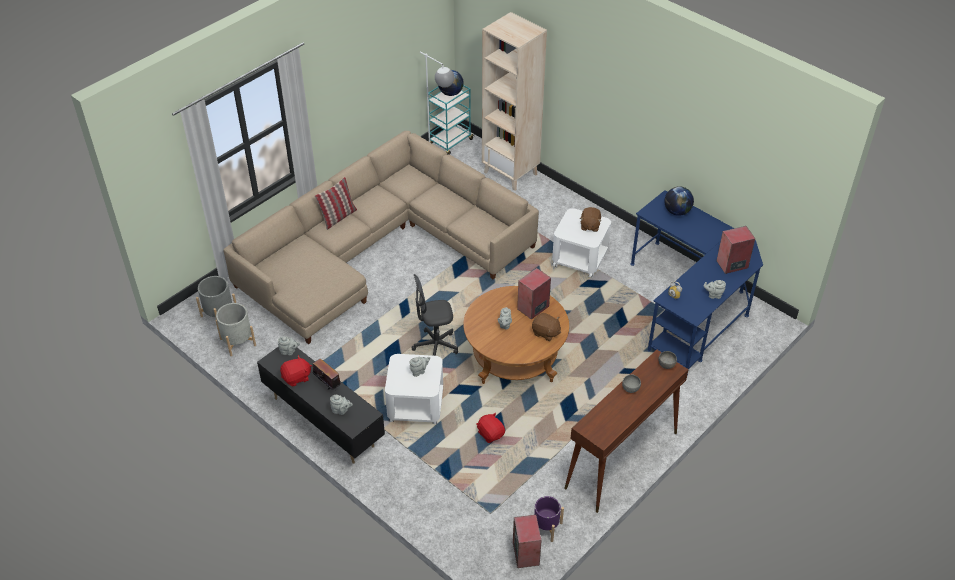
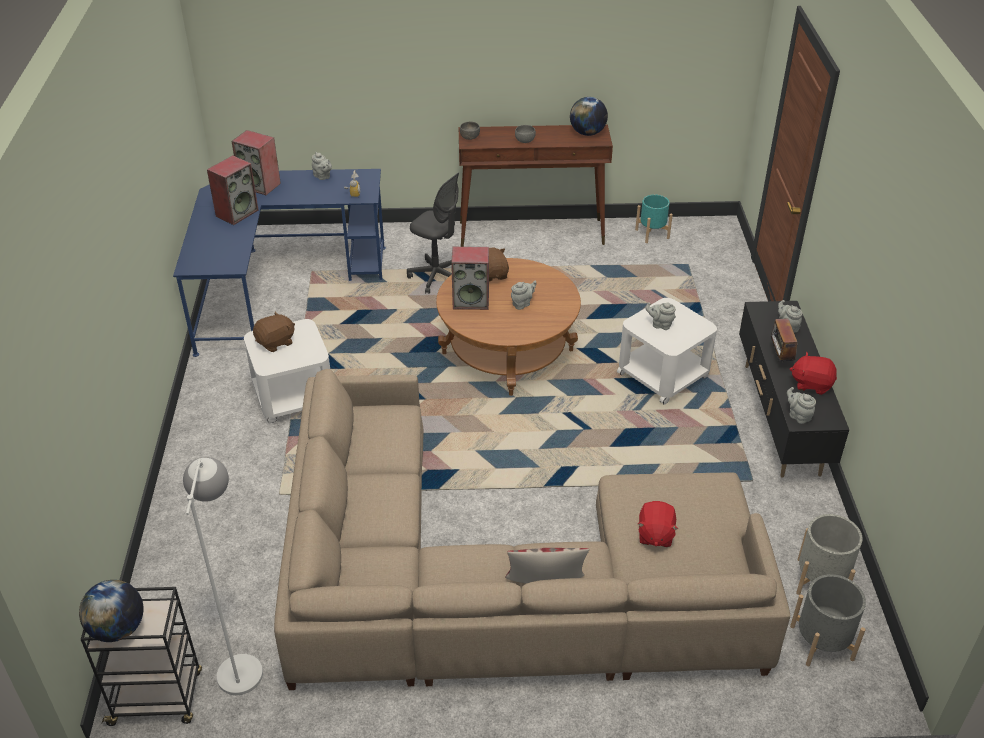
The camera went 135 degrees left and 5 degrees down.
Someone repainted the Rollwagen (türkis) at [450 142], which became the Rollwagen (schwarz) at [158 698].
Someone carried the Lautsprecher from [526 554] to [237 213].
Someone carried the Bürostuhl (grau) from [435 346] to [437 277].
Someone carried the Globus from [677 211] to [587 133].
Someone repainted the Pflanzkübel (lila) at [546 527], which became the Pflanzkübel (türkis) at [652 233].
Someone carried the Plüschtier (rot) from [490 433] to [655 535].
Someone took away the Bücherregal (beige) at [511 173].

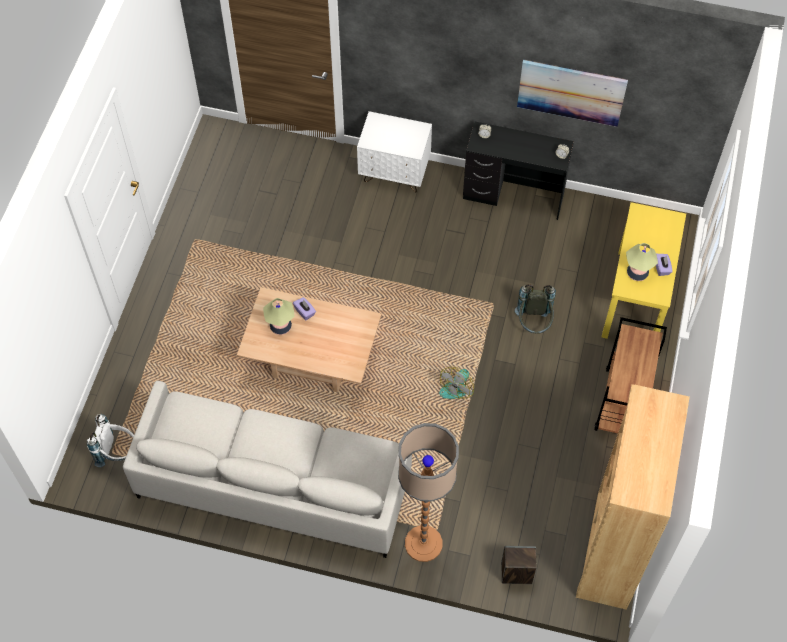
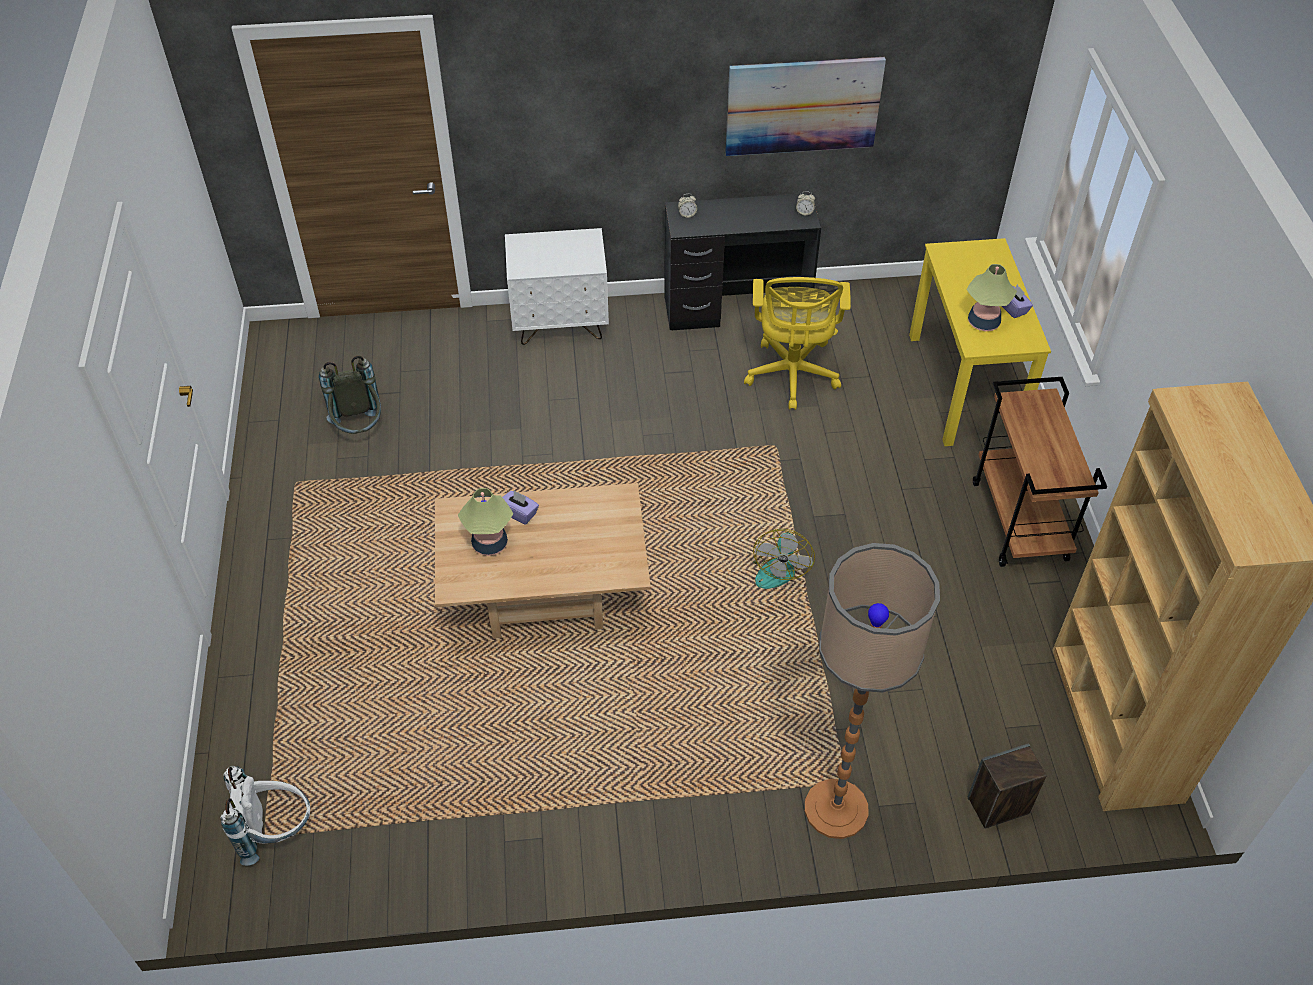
The camera went 20 degrees left and 10 degrees down.
Someone carried the Rucksack (grau) from [534 324] to [359 429].
Someone put down the Bürostuhl (gelb) at [792 376].
Someone took away the Sofa (grau) at [274 484].

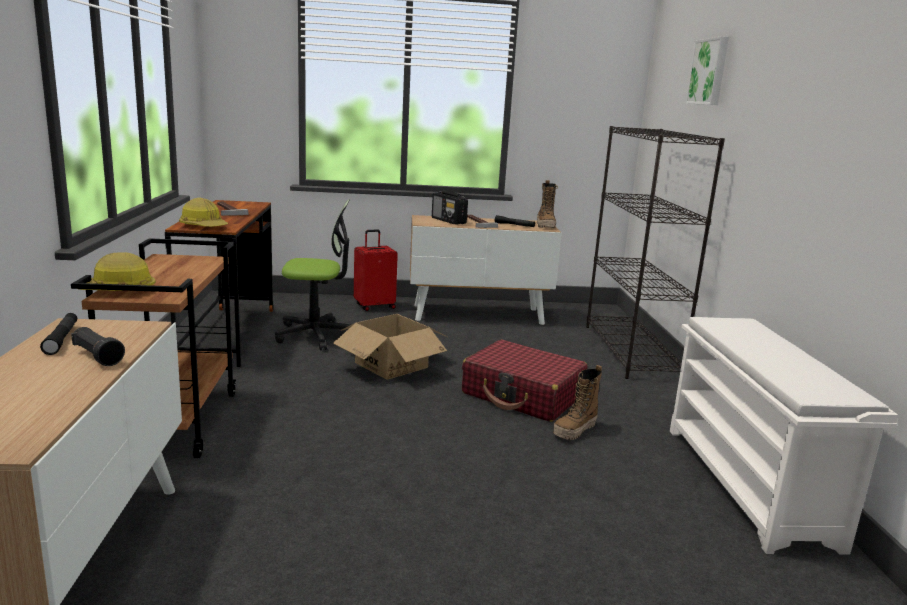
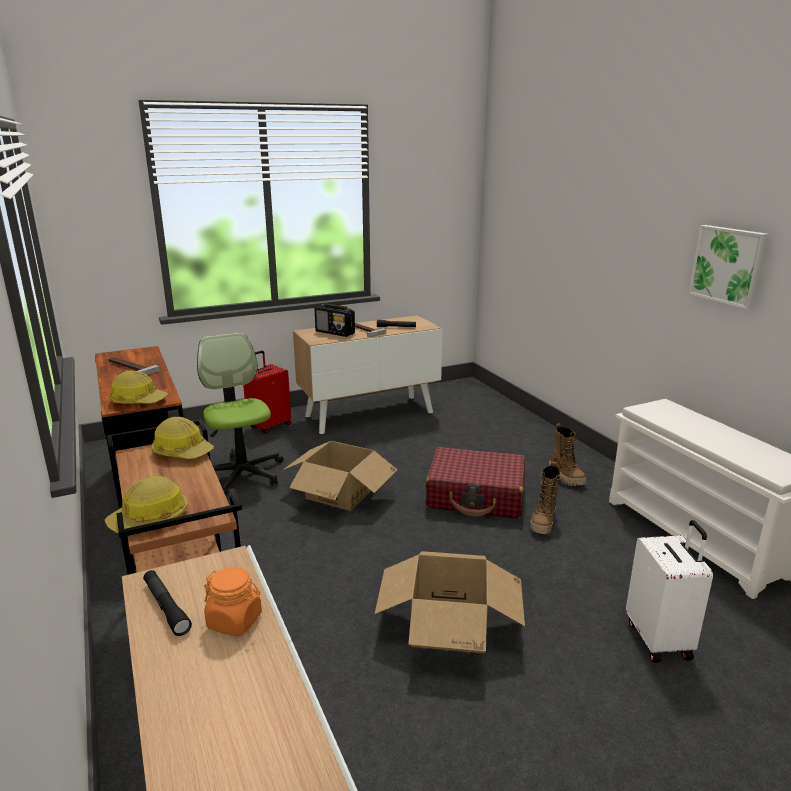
The camera went 20 degrees left and 5 degrees up.
Someone put down the Schutzhelm at [183 451].
Someone rotated the Bürostuhl at [316 335] by 90 degrees counterclockwise.
Someone swapped the Taschenlampe (schwarz) at [97 356] for the Vorratsglas (orange) at [235 621].
Someone put down the Karton at [449 624].
Someone carried the Stiefel from [545 226] to [566 477].
Someone put down the Koffer (weiß) at [660 639].
Someone carried the Bild from [709 72] to [729 265].
Someone took away the Bücherregal (schwarz) at [631 351].

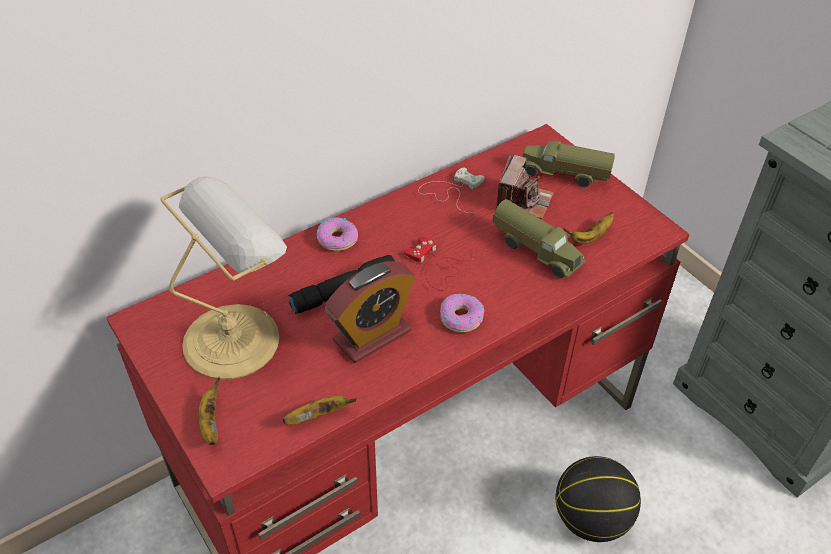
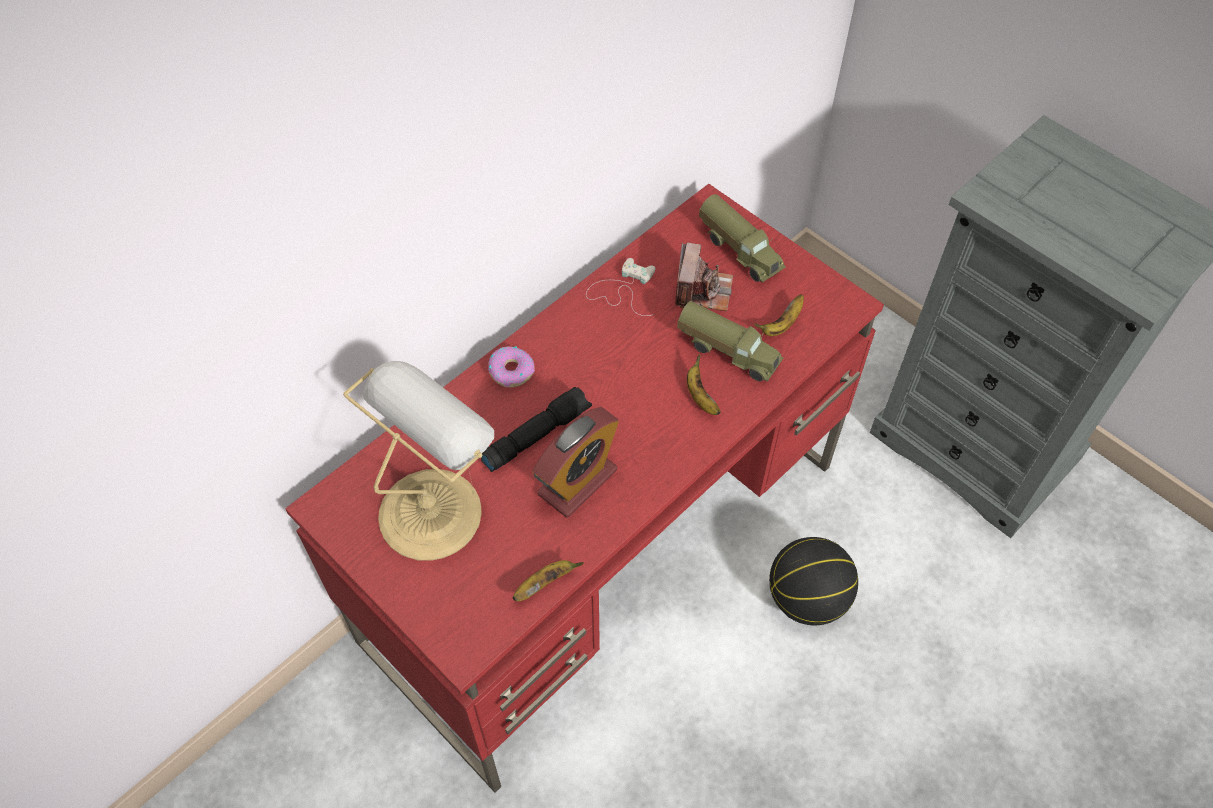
The camera went 10 degrees left and 10 degrees up.
Someone carried the Banane from [210 423] to [700 396].
Someone rotated the Spielzeuglaster at [564 175] by 135 degrees counterclockwise.
Someone took away the Gamepad (rot) at [437 266].
Someone took away the Donut at [461 317].

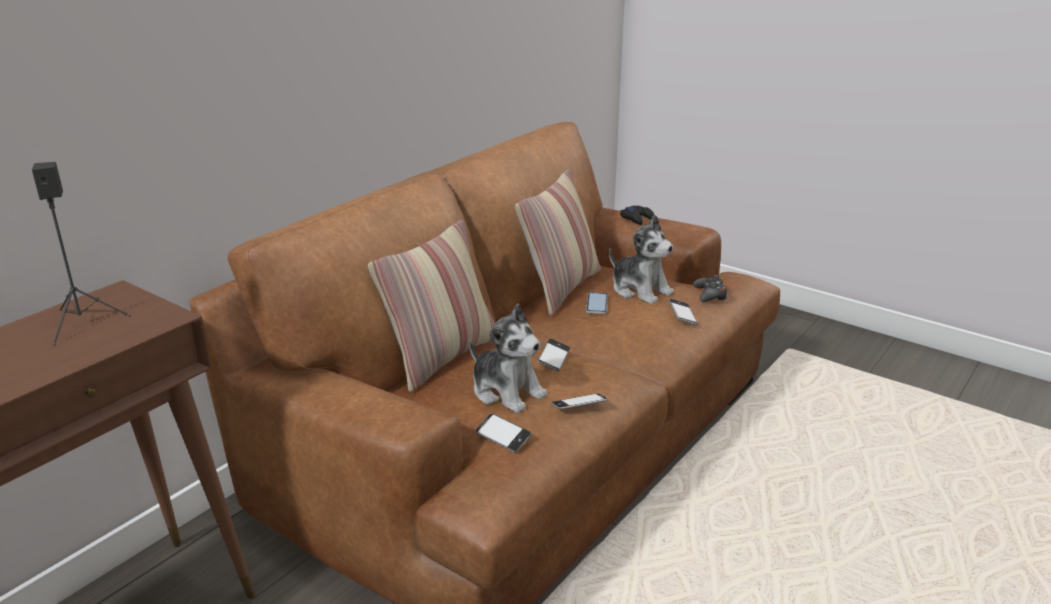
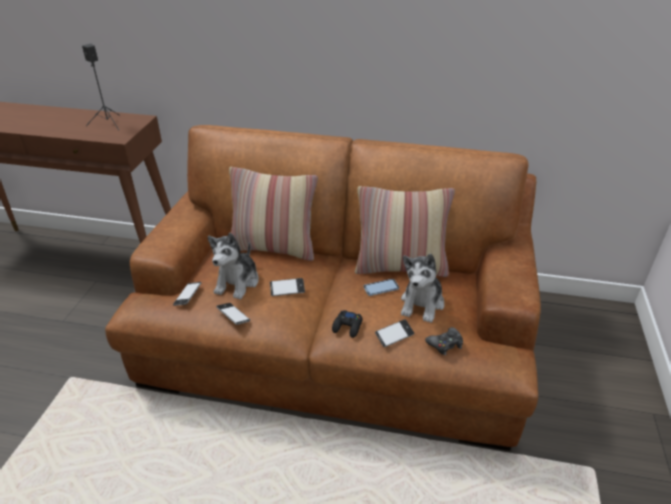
The camera went 65 degrees right and 10 degrees up.
Someone carried the Gamepad (schwarz) from [637 218] to [347 327].

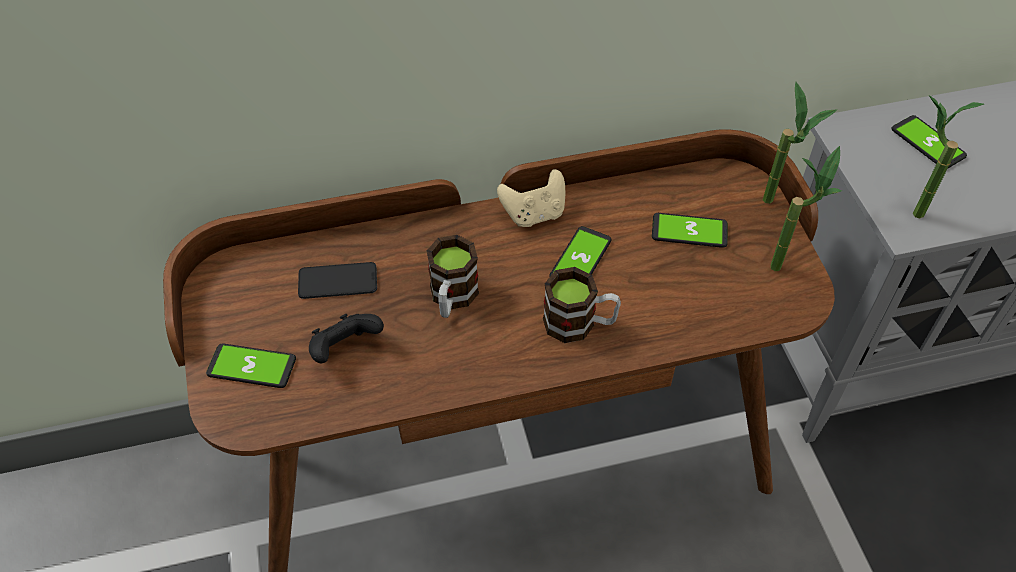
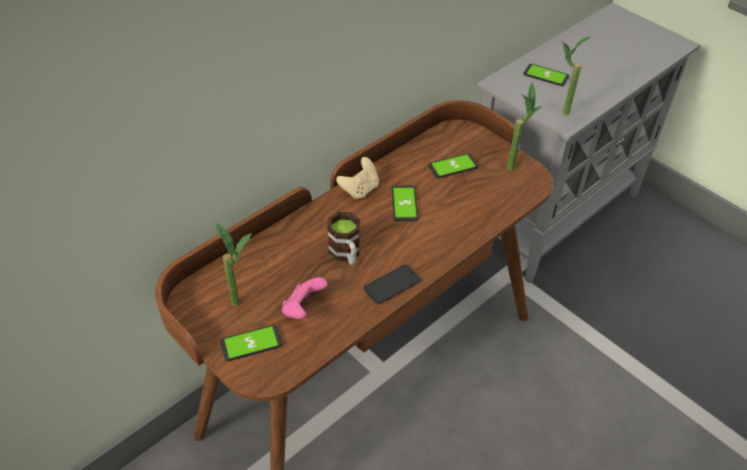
The camera went 30 degrees left and 5 degrees down.
Someone carried the Topfpflanze from [776 206] to [243 305].
Someone repainted the Gamepad (schwarz) at [345 349], which became the Gamepad (rosa) at [303 309].
Someone carried the Handy from [338 281] to [392 285].
Someone took away the Henkelbecher at [579 324].

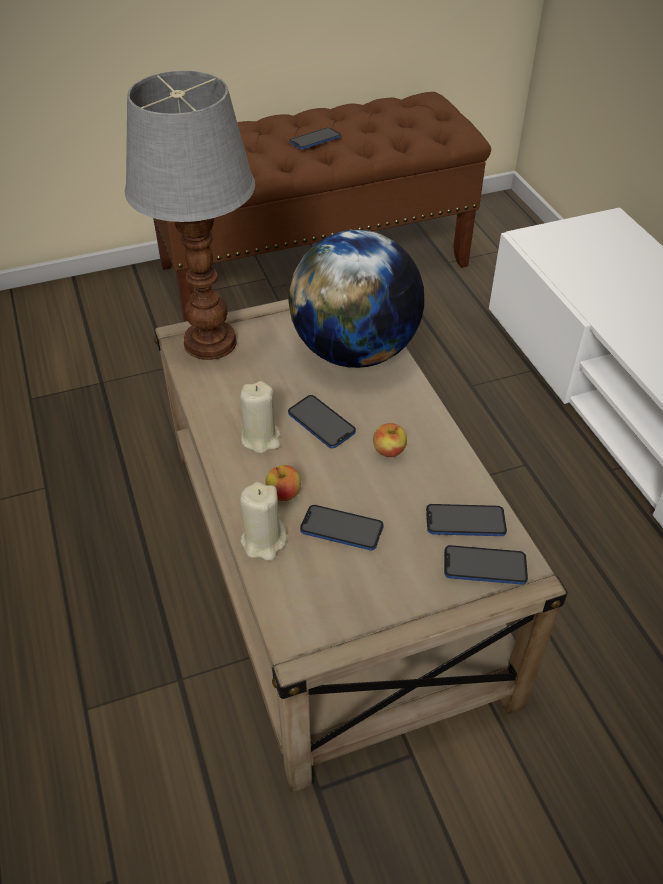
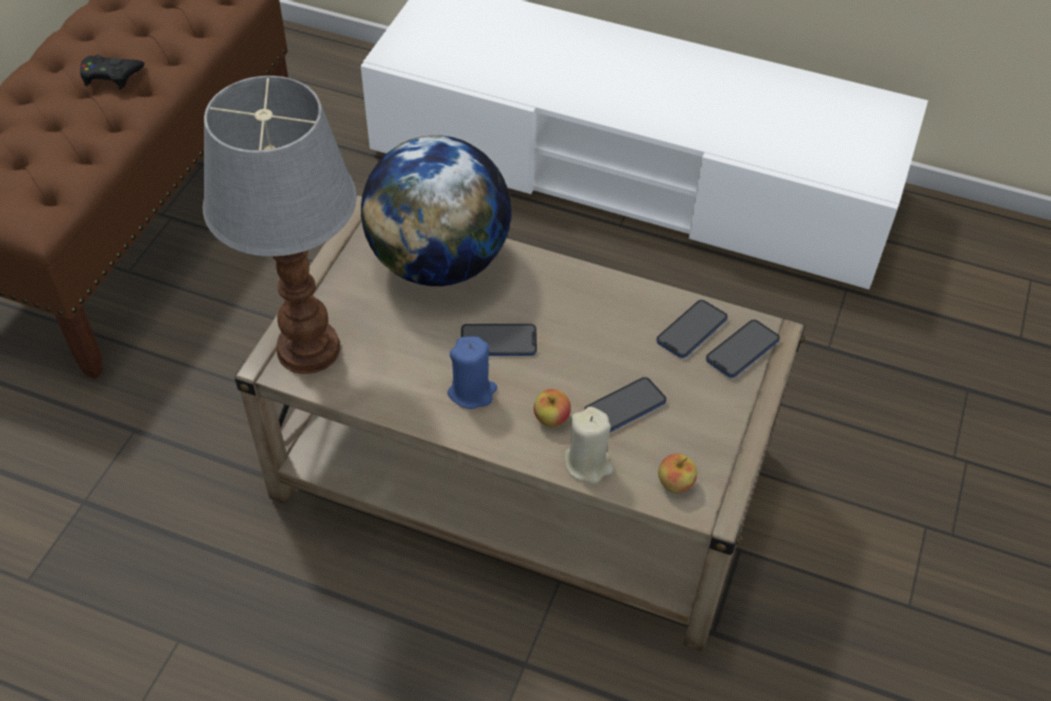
The camera went 50 degrees left and 5 degrees up.
Someone swapped the Handy at [315 140] for the Gamepad (schwarz) at [111 75].
Someone repainted the Kerze (beige) at [261 438], which became the Kerze (blau) at [472 392].
Someone carried the Apfel from [389 451] to [675 483].

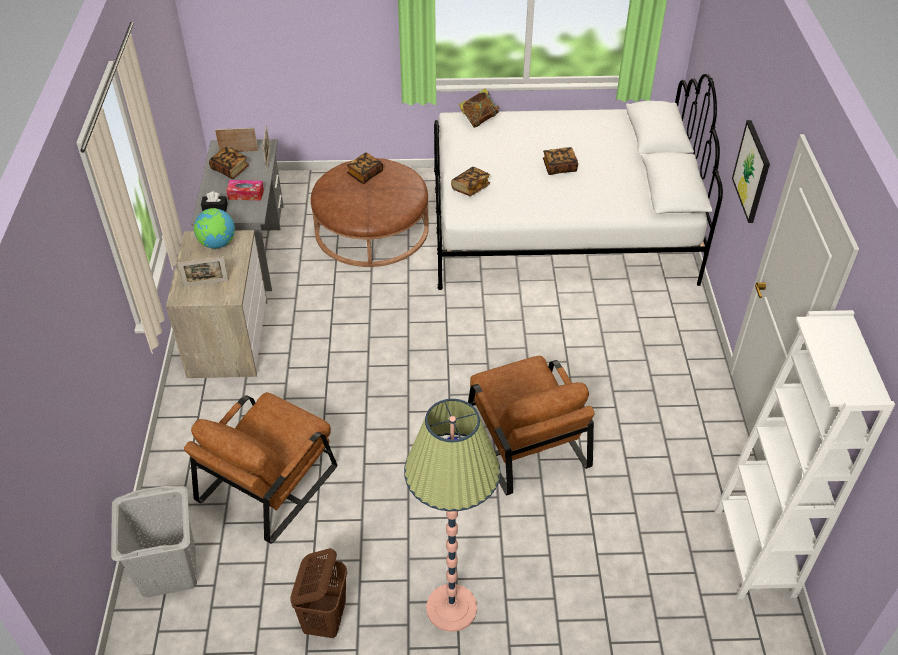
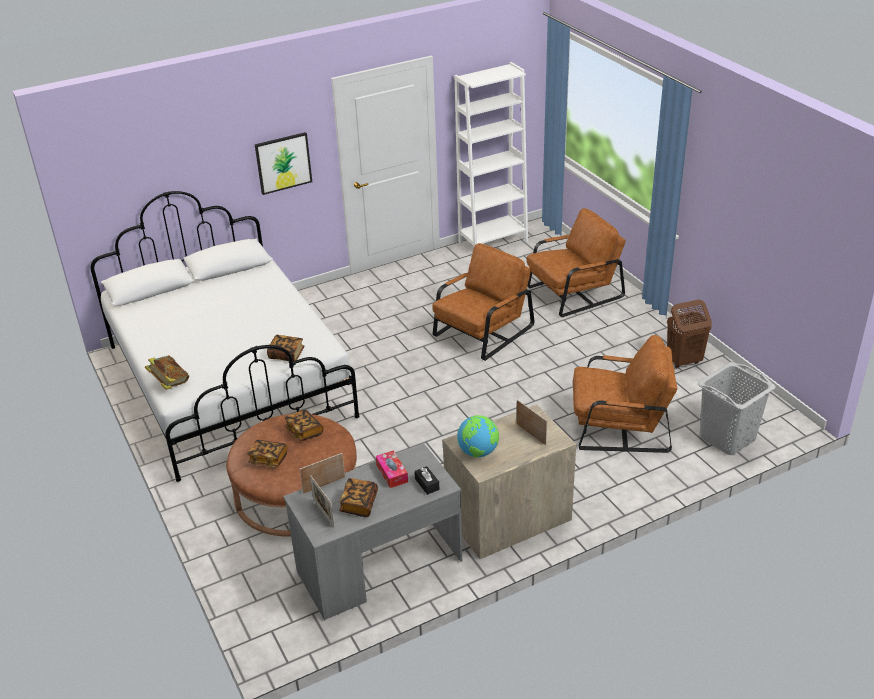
The camera went 115 degrees left and 10 degrees down.
Someone carried the Buch from [559 167] to [304 431].
Someone put down the Sessel (braun) at [573 292].
Someone took away the Stehlampe at [451 608].

